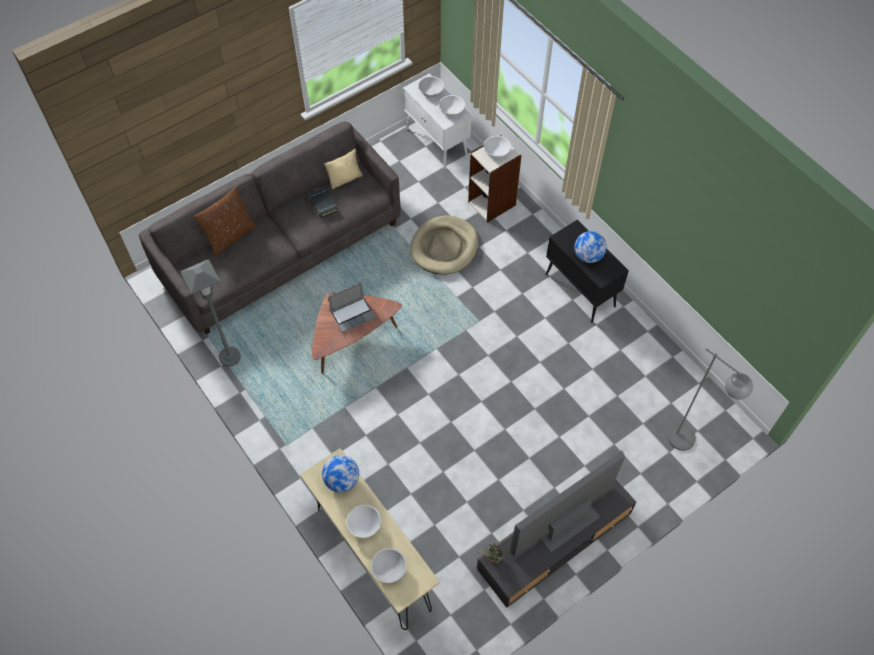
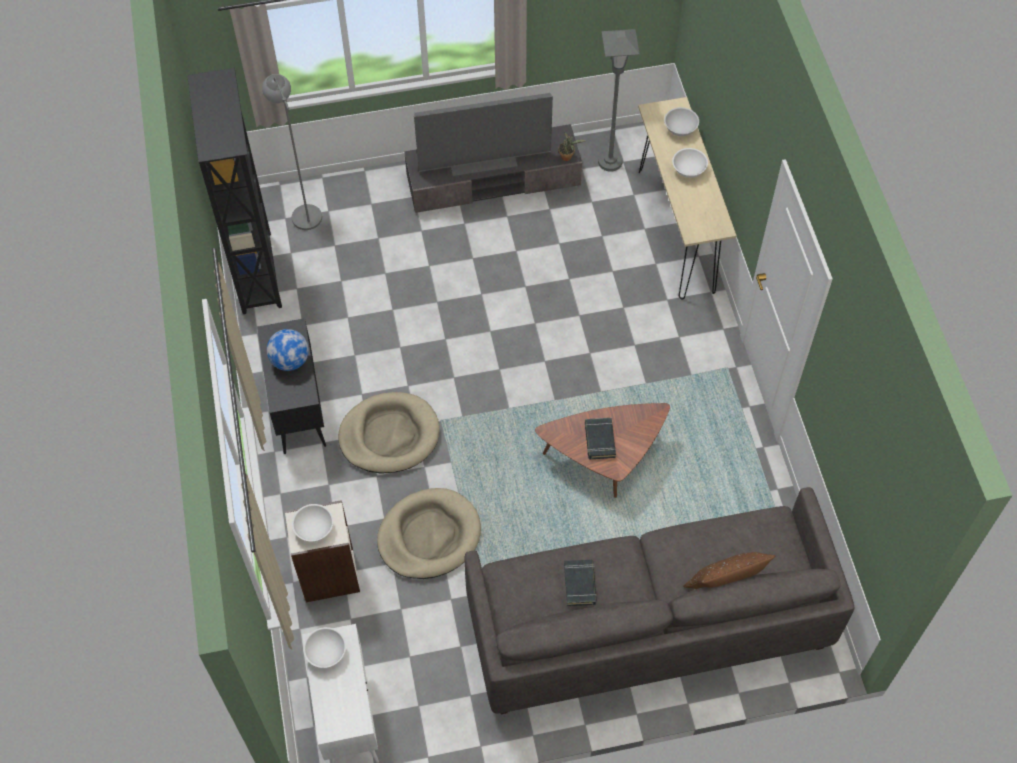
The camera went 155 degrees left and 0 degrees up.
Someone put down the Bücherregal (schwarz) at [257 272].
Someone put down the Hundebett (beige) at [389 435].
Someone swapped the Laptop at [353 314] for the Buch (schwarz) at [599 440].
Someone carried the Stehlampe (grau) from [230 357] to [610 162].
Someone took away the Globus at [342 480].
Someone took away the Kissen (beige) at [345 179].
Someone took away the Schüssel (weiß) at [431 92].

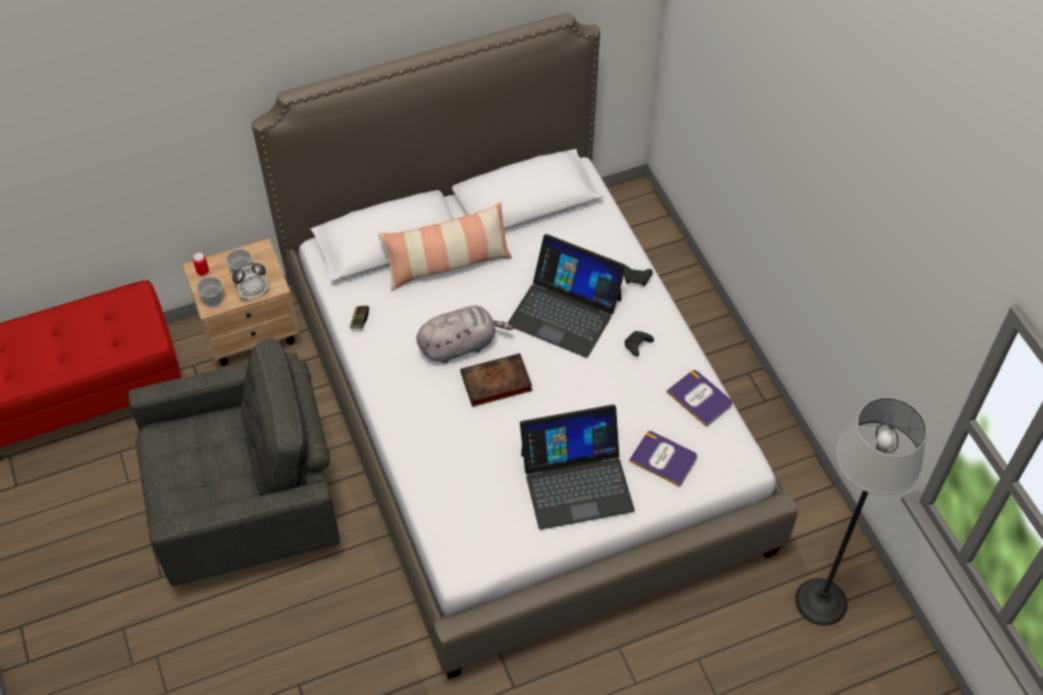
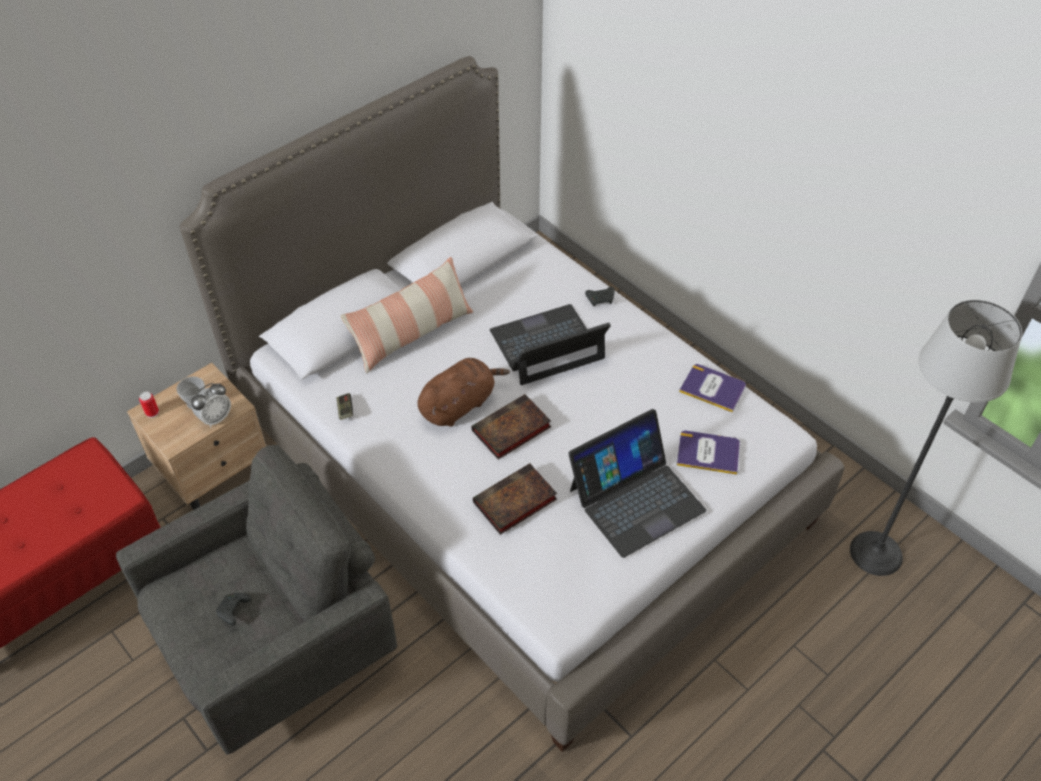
The camera went 20 degrees left and 5 degrees down.
Someone carried the Gamepad (schwarz) from [637 346] to [233 611].
Someone repainted the Plüschtier (grau) at [460 345], which became the Plüschtier (braun) at [459 405].
Someone put down the Buch at [513 503].
Someone rotated the Laptop at [565 311] by 150 degrees clockwise.
Someone took away the Tasse at [213 300].

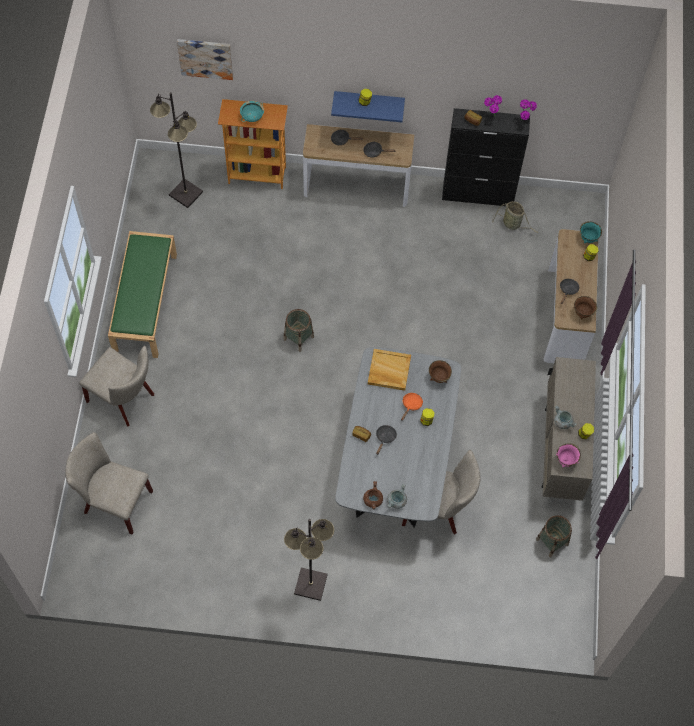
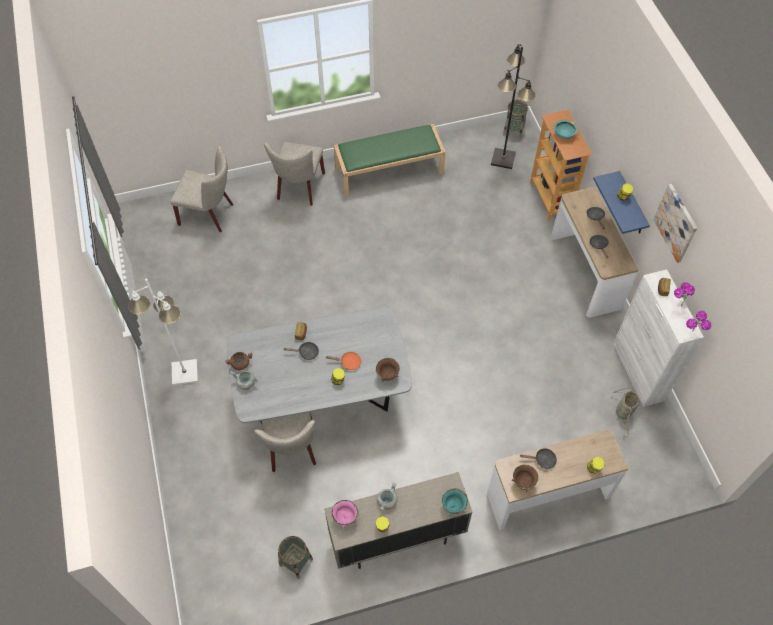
The camera went 70 degrees right and 5 degrees down.
Someone repainted the Stehlampe (schwarz) at [310 584], which became the Stehlampe (weiß) at [184 372].
Someone rotated the Stuhl (beige) at [113 501] by 105 degrees clockwise.
Someone carried the Schüssel (türkis) from [588 238] to [453 506].
Someone carried the Korb from [298 338] to [513 130].
Someone repainted the Schrank (schwarz) at [478 194], which became the Schrank (weiß) at [638 372].
Someone carried the Bild from [205 58] to [676 223].
Someone took away the Tablett (beige) at [388 371].

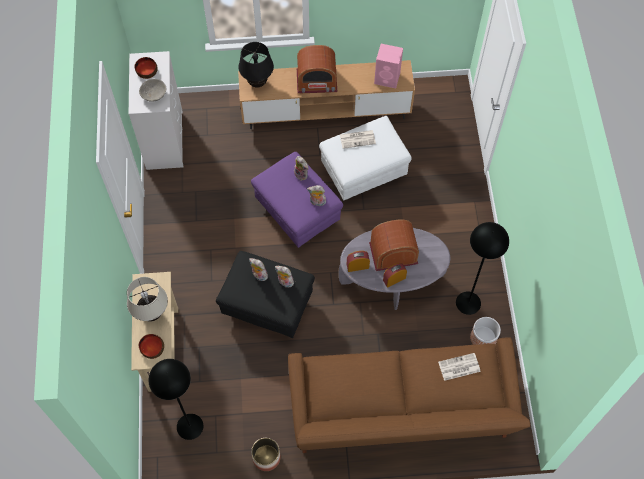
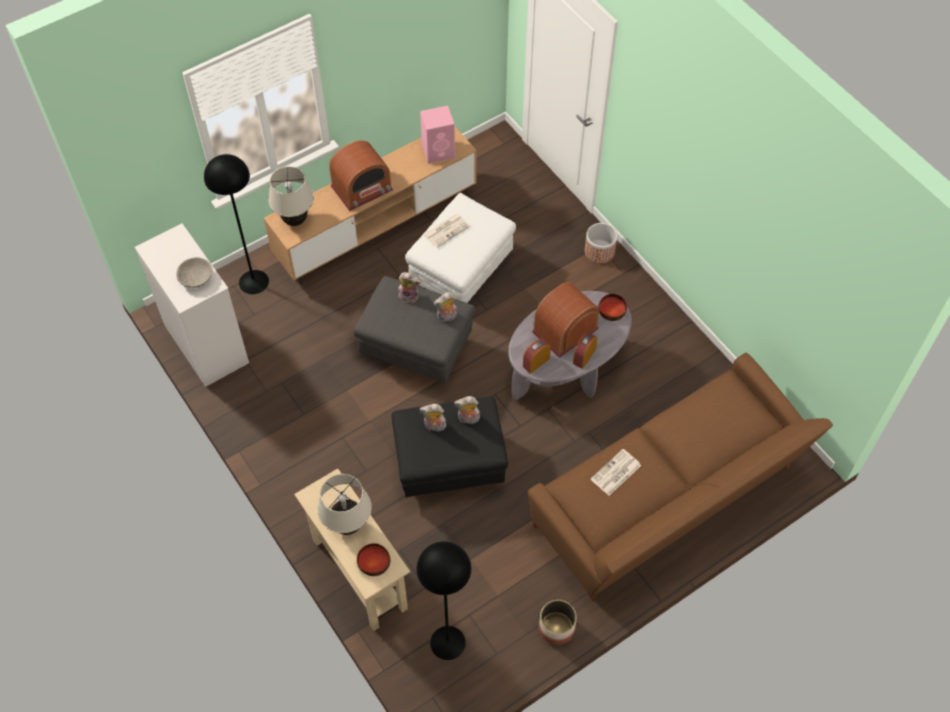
The camera went 30 degrees left and 5 degrees down.
Someone carried the Stehlampe (schwarz) from [468 303] to [253 282].
Someone repainted the Tischlampe (schwarz) at [257 83], which became the Tischlampe (beige) at [295 220].
Someone repainted the Polsterhocker (lila) at [296 214], which became the Polsterhocker (grau) at [415 350].
Someone carried the Pflanzkübel from [483 338] to [599 252].
Someone carried the Zeitung from [458 367] to [615 473].
Someone carried the Schüssel from [146 71] to [611 311].

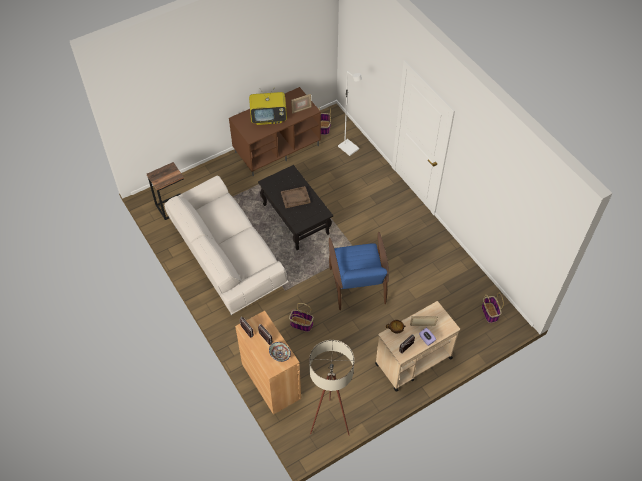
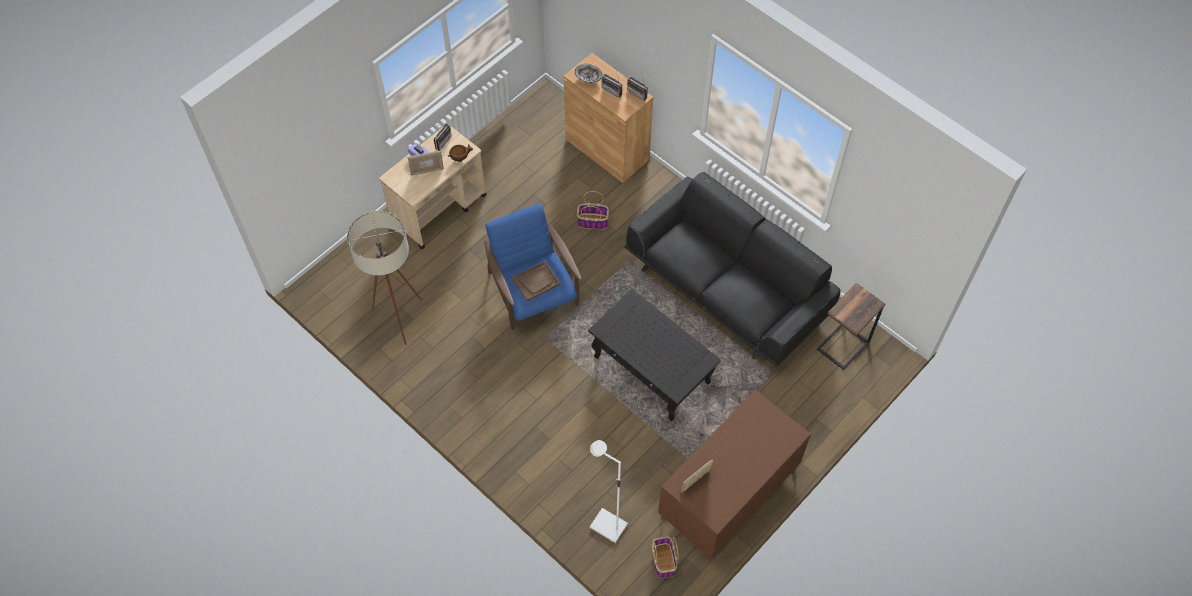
The camera went 165 degrees right and 5 degrees up.
Someone carried the Stehlampe (beige) from [330 418] to [400 323].
Someone carried the Tablett (braun) from [295 198] to [536 282].
Someone repainted the Sofa (weiß) at [226 257], which became the Sofa (schwarz) at [728 288].
Someone took away the Fernseher at [269 118].
Someone took away the Korb at [490 313].

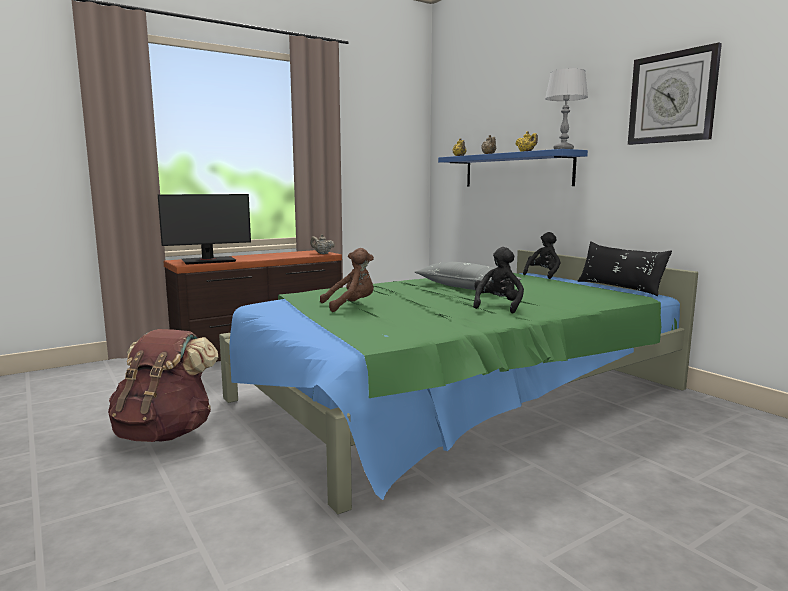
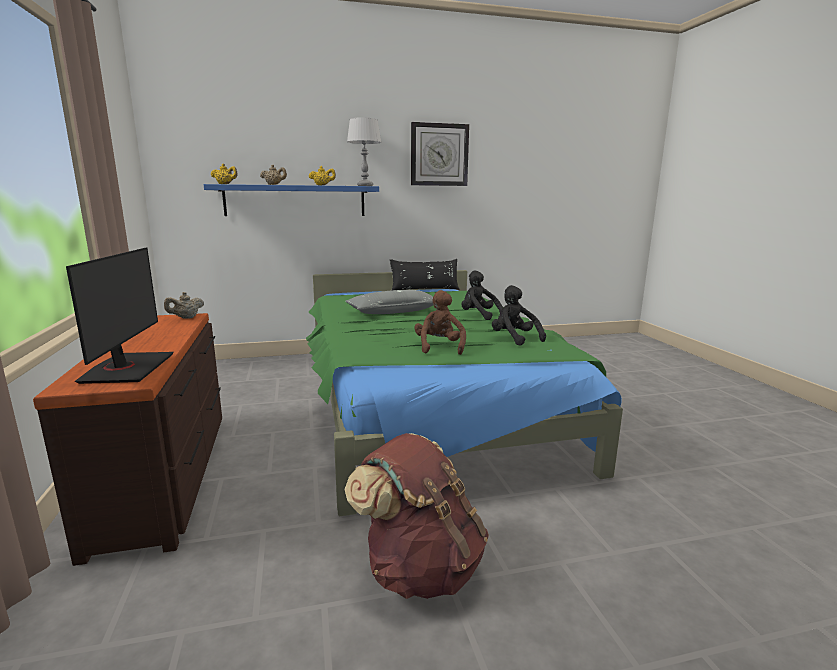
The camera went 70 degrees left and 5 degrees up.
Someone carried the Plüschtier (schwarz) from [543 275] to [514 339].

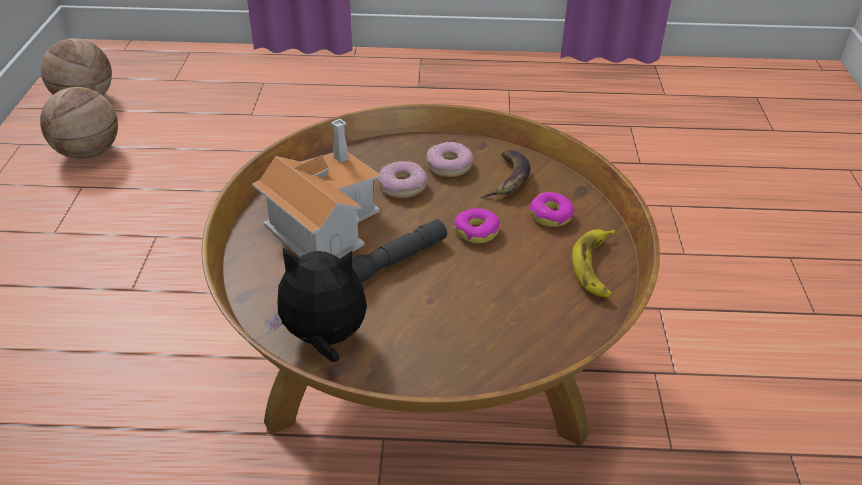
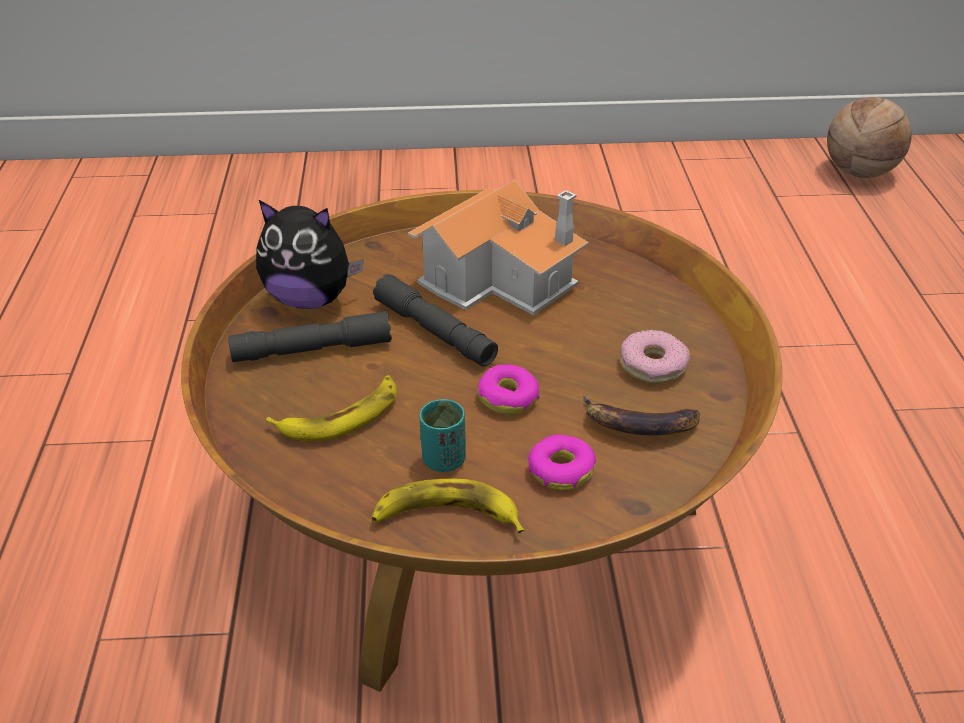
The camera went 85 degrees right and 0 degrees up.
Someone put down the Taschenlampe (grau) at [312 349].
Someone rotated the Plüschtier at [323 339] by 105 degrees clockwise.
Someone put down the Banane at [341 416].
Someone put down the Tasse (türkis) at [443 459].
Someone took away the Basketball at [88 153].
Someone took away the Donut at [402 186].

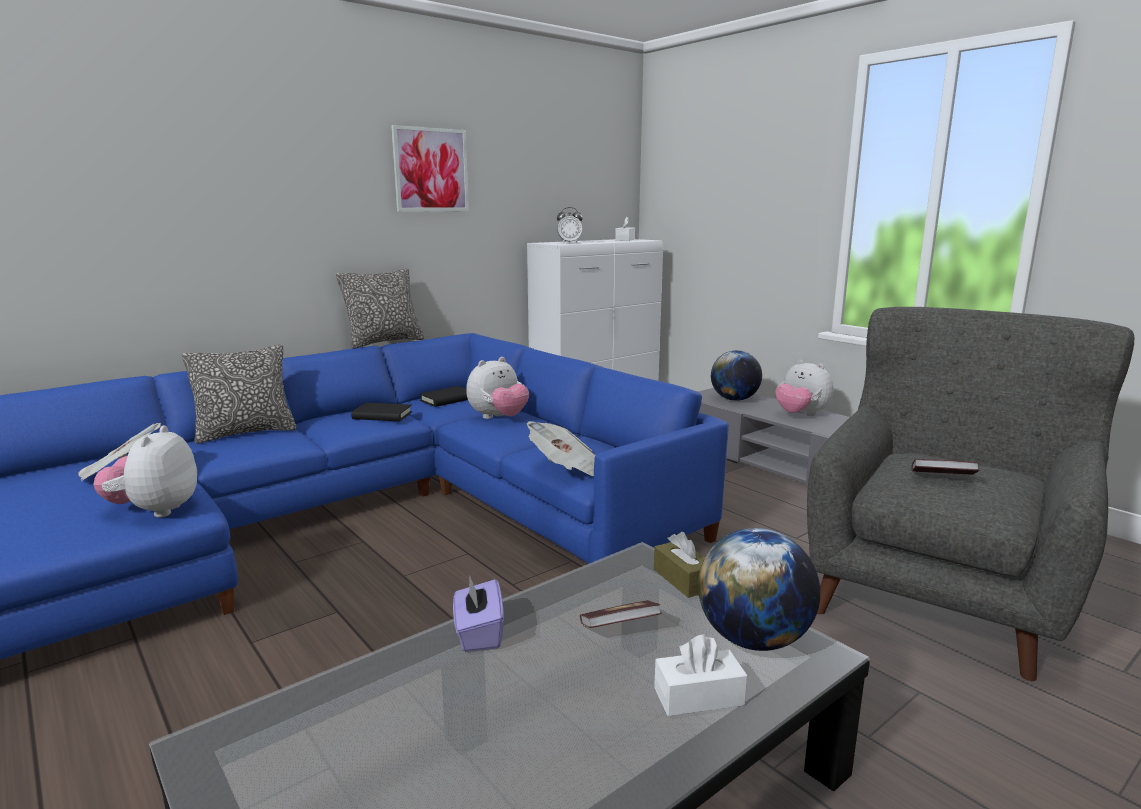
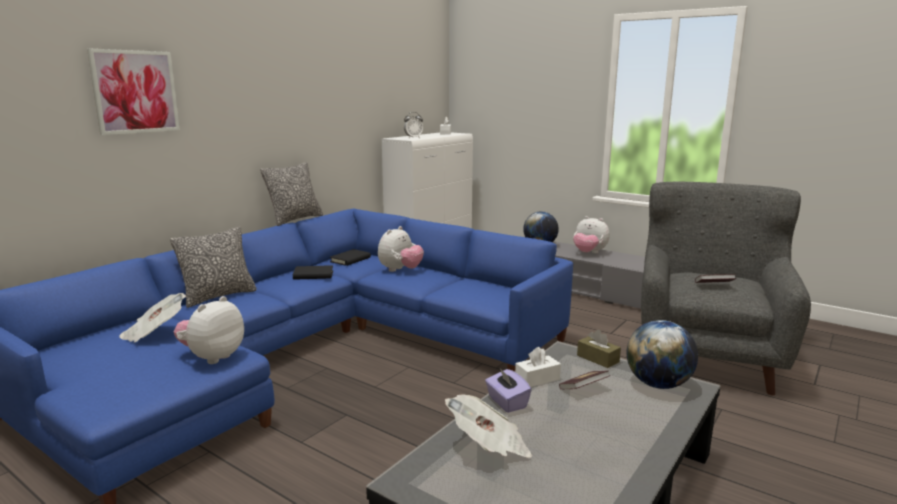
The camera went 15 degrees left and 0 degrees up.
Someone carried the Bild from [430 170] to [135 92].
Someone rotated the Plüschtier at [155 511] by 45 degrees clockwise.
Someone carried the Zeitung from [566 468] to [489 446].
Someone carried the Taschentuchbox (weiß) from [698 696] to [537 379].

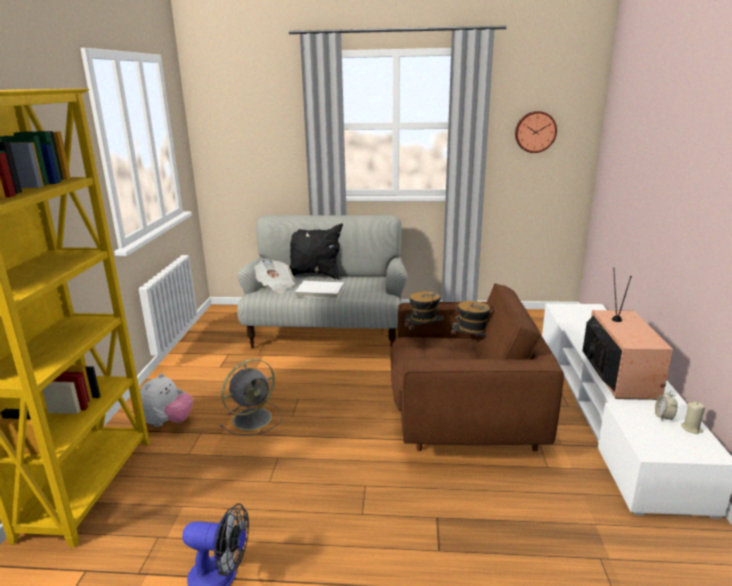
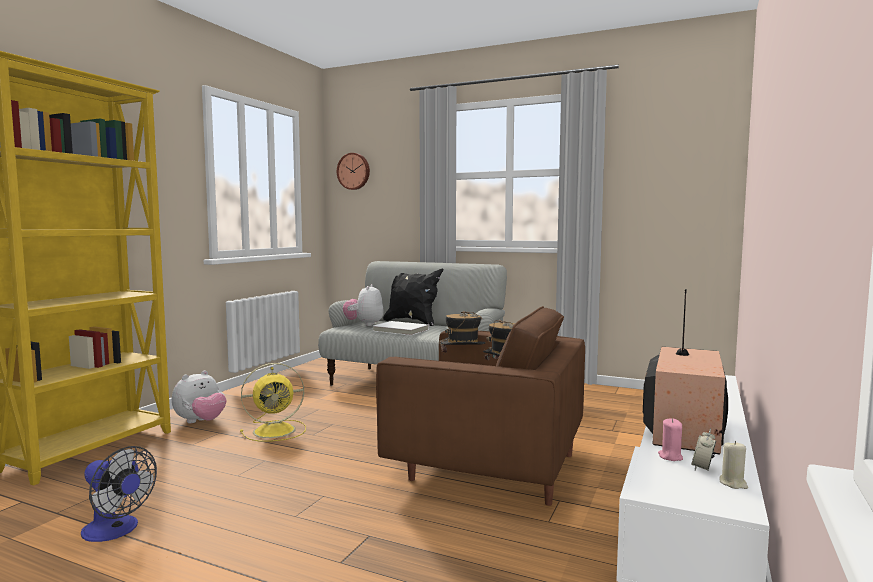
The camera went 20 degrees right and 15 degrees down.
Someone repainted the Ventilator (grau) at [254 418], which became the Ventilator (gelb) at [276 430].
Someone carried the Wanduhr from [535 132] to [354 171].
Someone swapped the Zeitung at [275 286] for the Plüschtier at [364 324].
Someone put down the Kerze (rosa) at [670 457].

